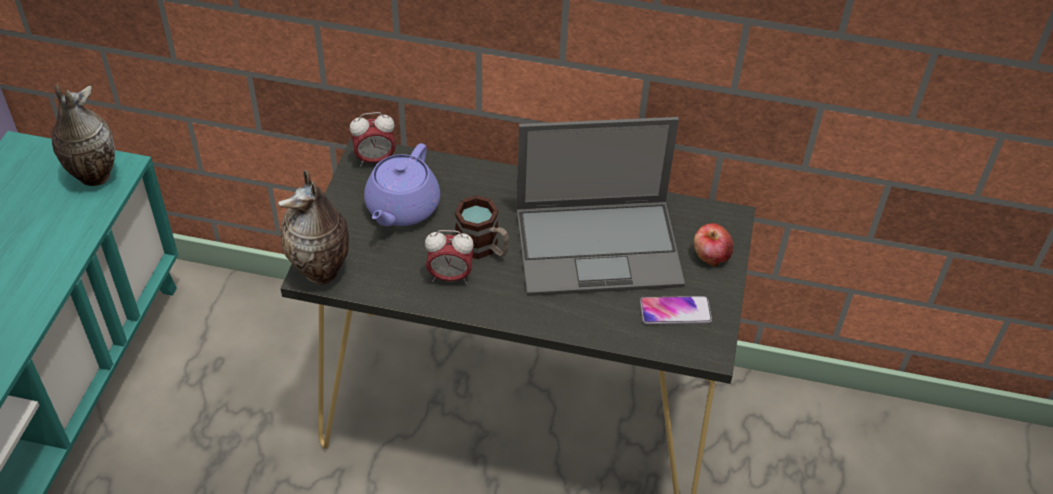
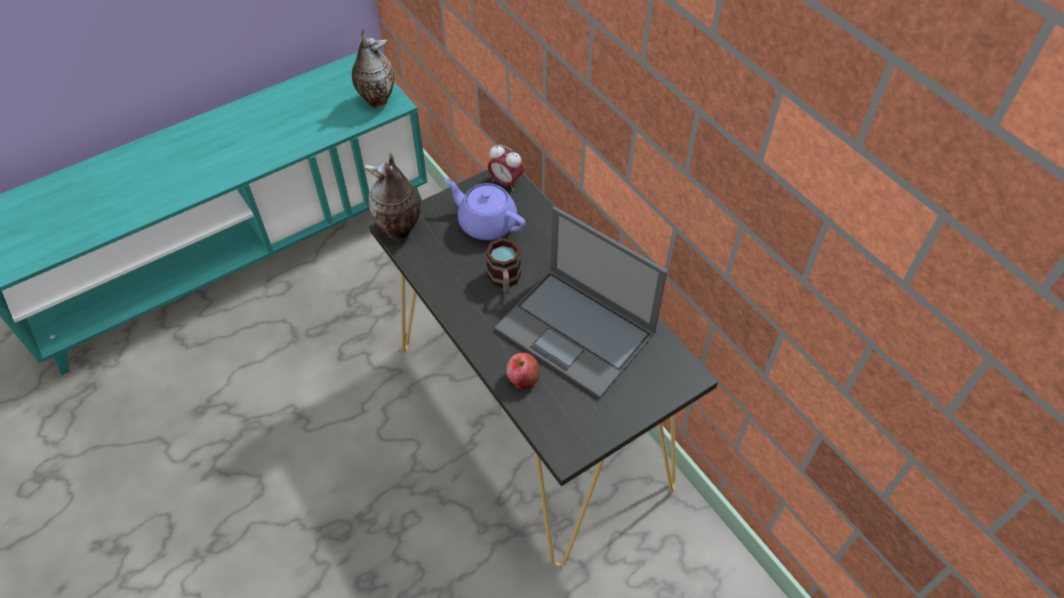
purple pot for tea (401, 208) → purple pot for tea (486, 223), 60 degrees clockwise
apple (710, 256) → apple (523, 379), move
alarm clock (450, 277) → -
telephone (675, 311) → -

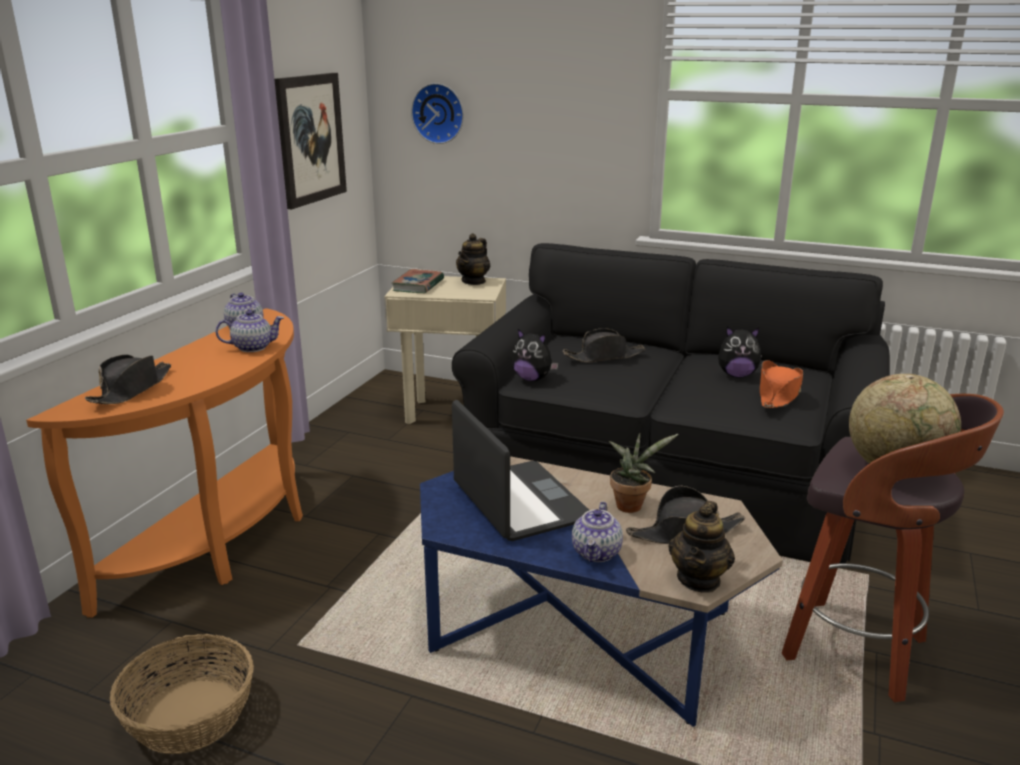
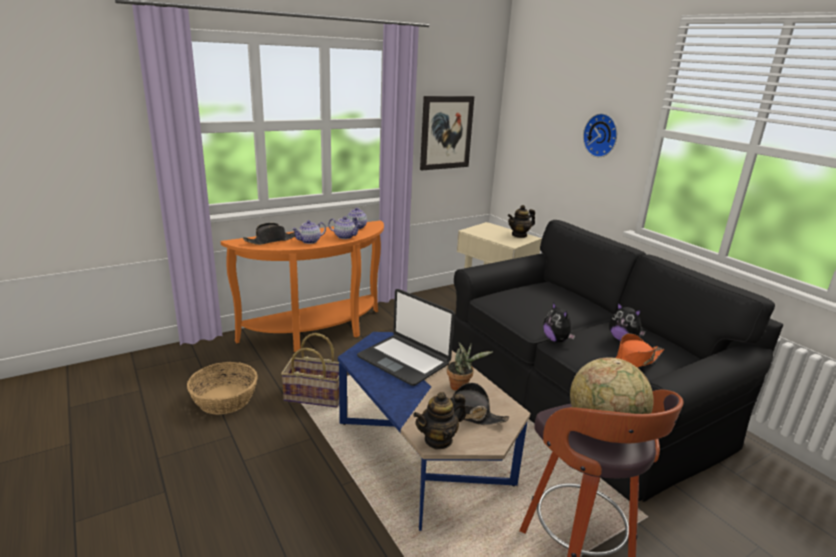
hanging clock (439, 113) → hanging clock (602, 135), move
bound book (418, 285) → -
cuddly toy (532, 379) → cuddly toy (556, 340), move
blackish wearable hat (604, 356) → -
notebook computer (519, 503) → notebook computer (404, 360), 120 degrees clockwise
pot for tea (597, 553) → pot for tea (309, 241), move
- → household basket (315, 395)

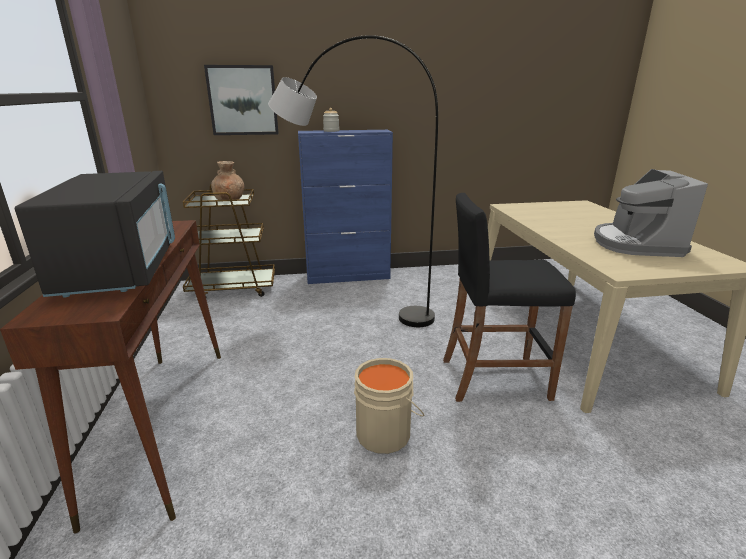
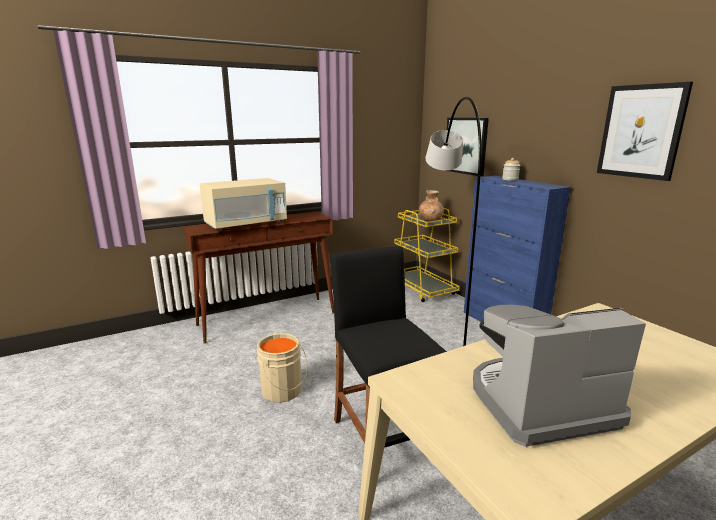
blackish microwave (122, 268) → sand-coloured microwave (246, 224)
brown-coloured trolley (233, 288) → yellow-coloured trolley (423, 290)
- → picture (641, 131)

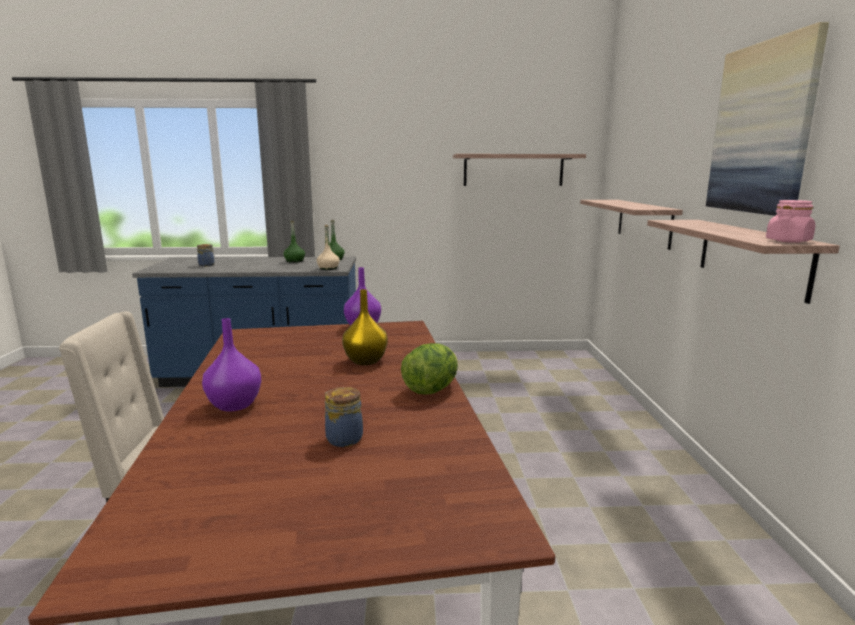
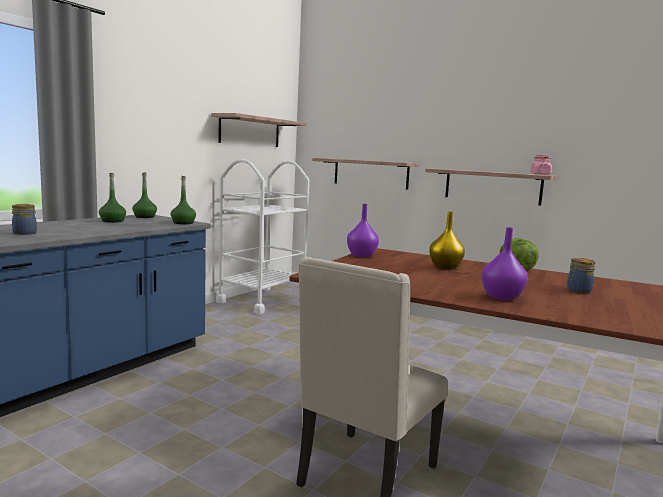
picture (762, 129) → -
sand-coloured beverage bottle (328, 268) → green beverage bottle (183, 223)
- → whitish trolley (262, 300)

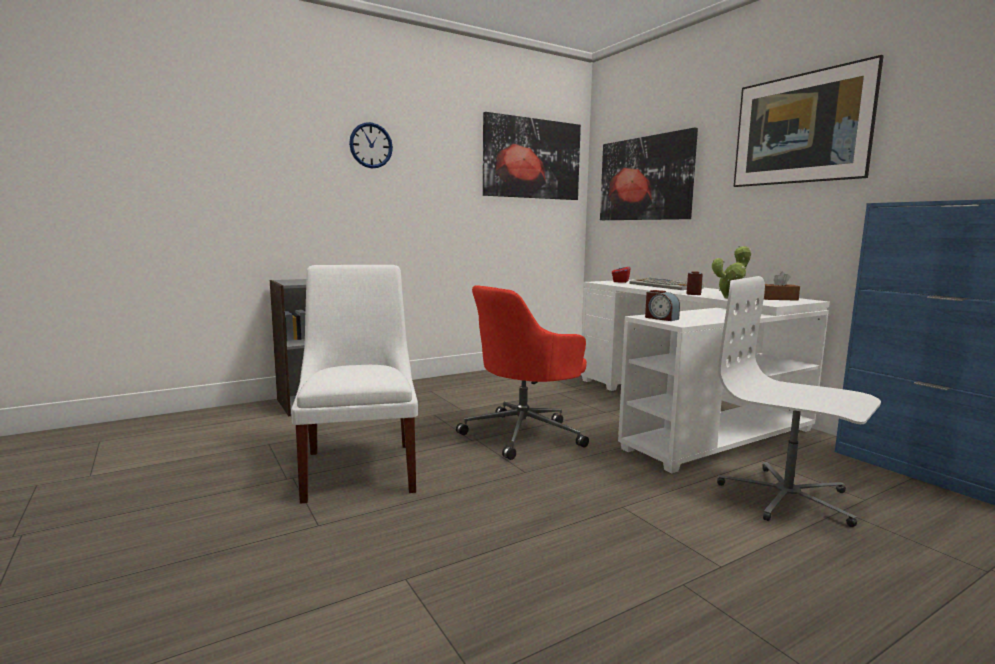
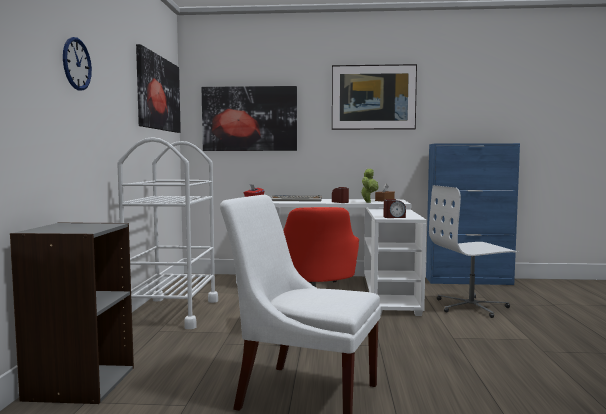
- → whitish trolley (172, 313)

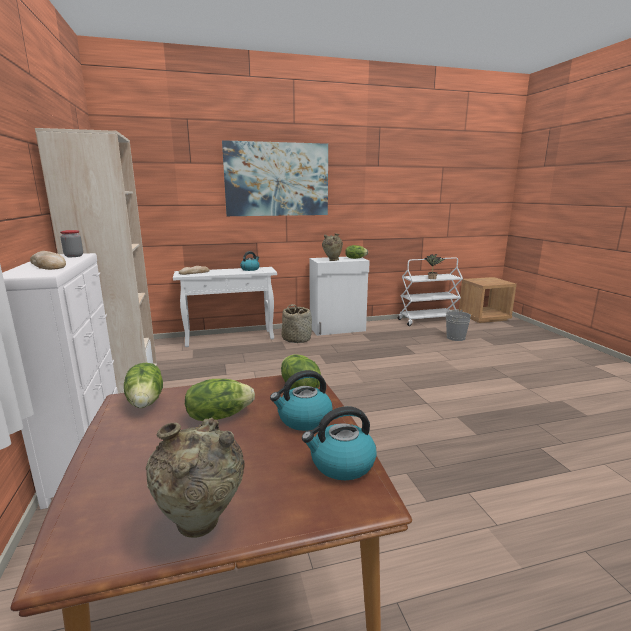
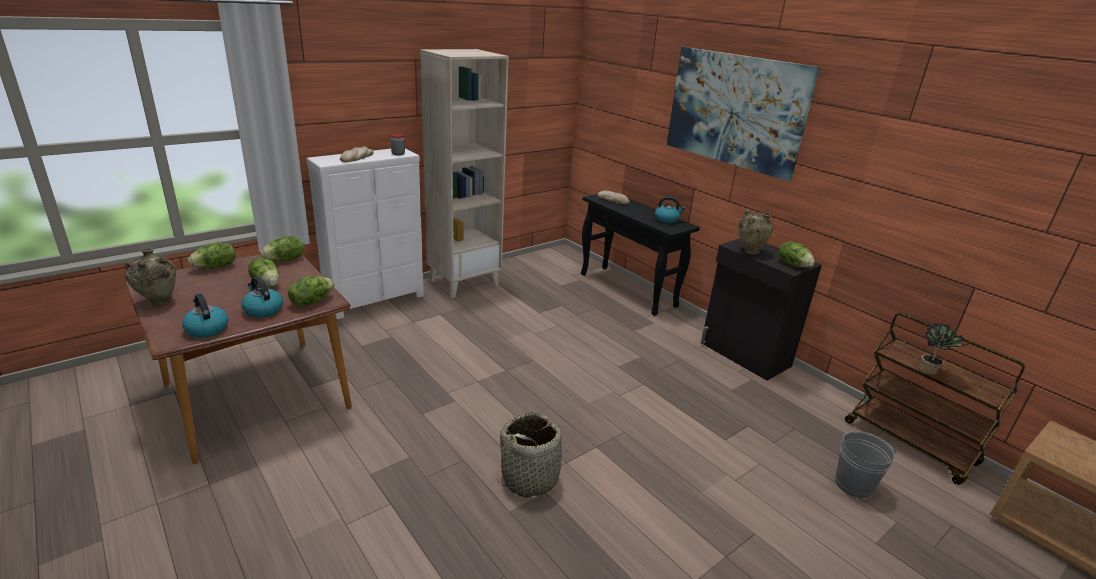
whitish cupboard (338, 329) → blackish cupboard (744, 355)
whitish trolley (428, 320) → brown-coloured trolley (910, 443)
whitish narrow table (230, 338) → blackish narrow table (628, 290)
household basket (296, 339) → household basket (530, 477), move
- → lettuce (216, 267)

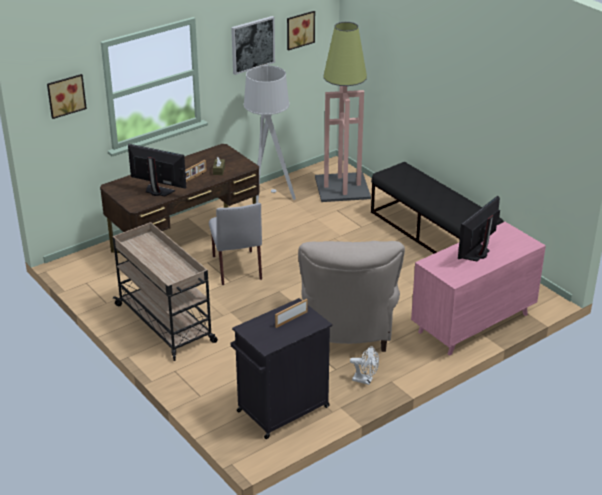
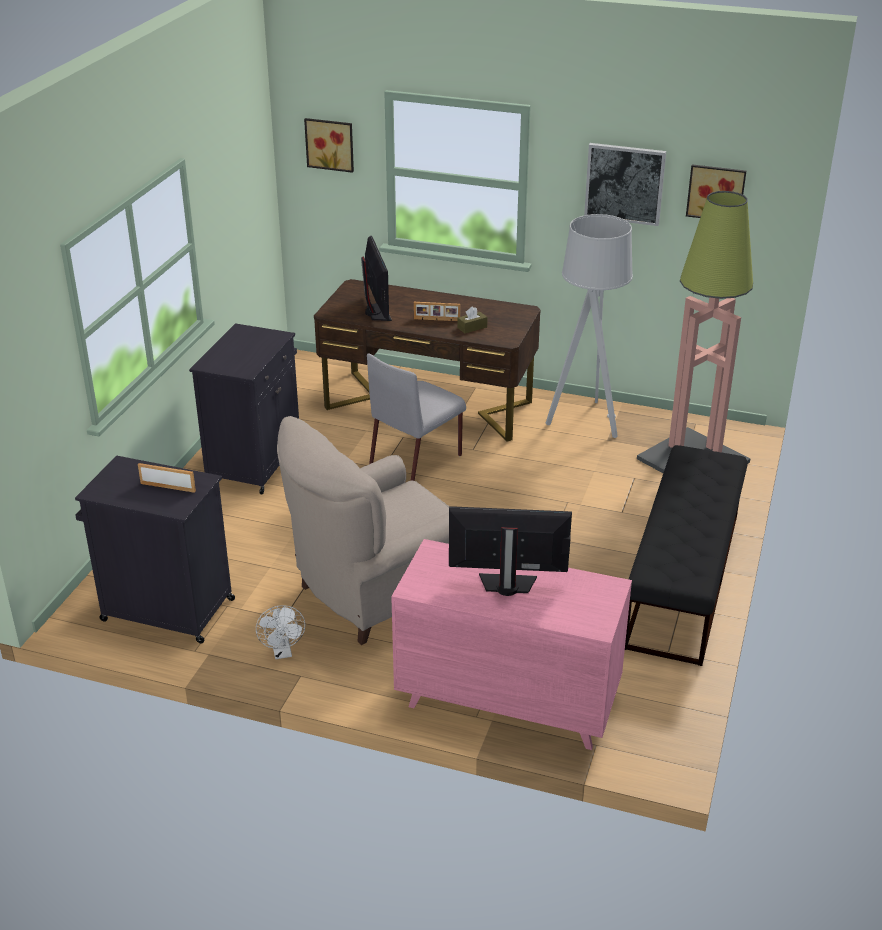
sand-coloured trolley (166, 324) → blackish cupboard (255, 462)

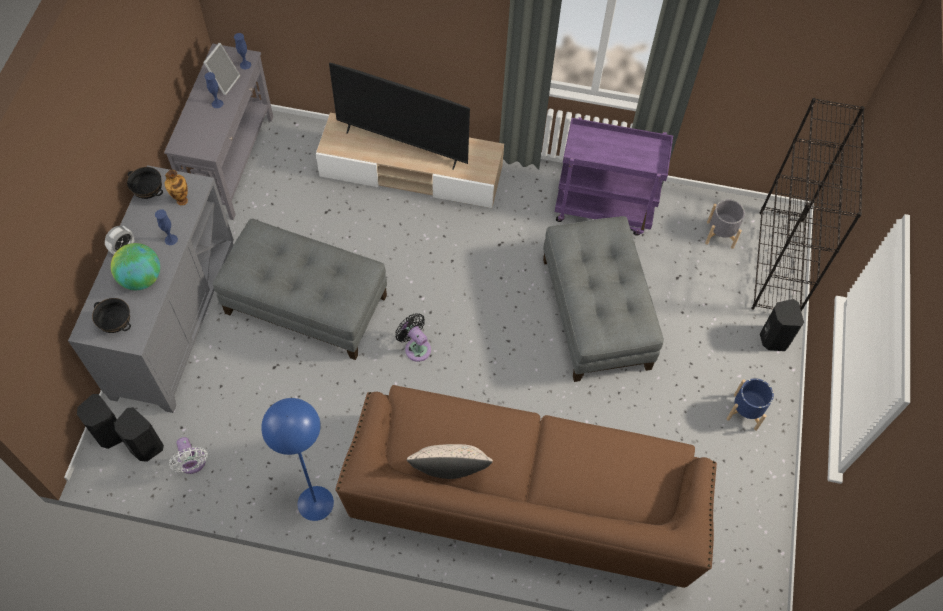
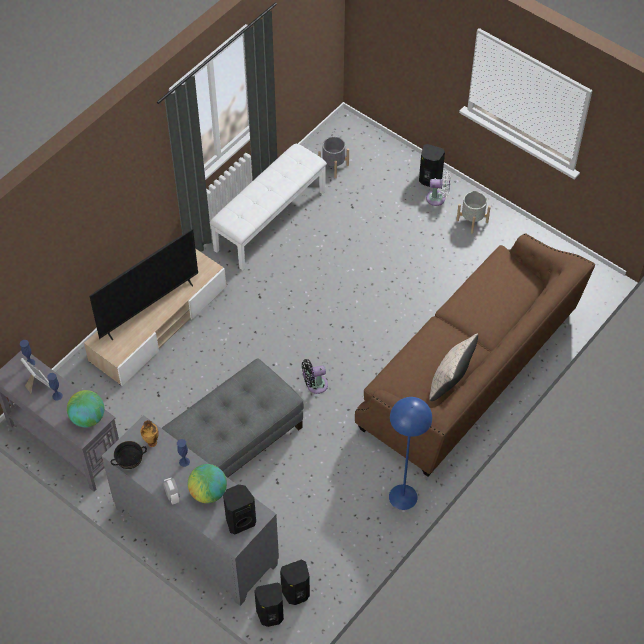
blackish bookcase (778, 264) → -
purple trolley (604, 208) → whitish long seat (269, 220)
grey ottoman (596, 313) → -
blackish serving bowl (117, 324) → blackish audio speaker (240, 521)
blue flower pot (745, 412) → grey flower pot (472, 221)
whitish electric fan (192, 463) → whitish electric fan (438, 198), move
- → world globe (88, 418)

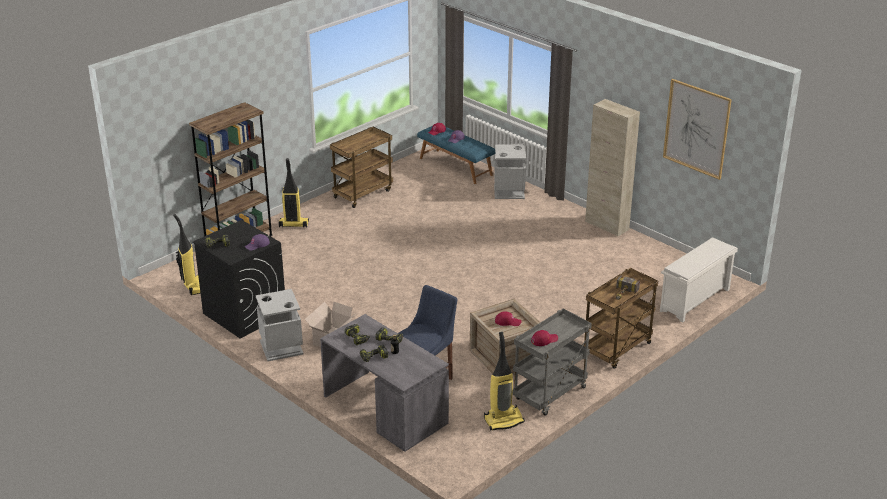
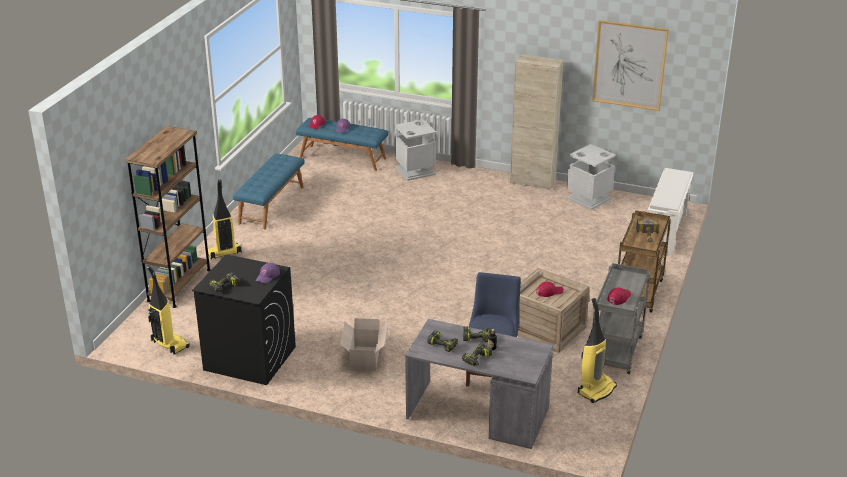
brown-coloured trolley (363, 193) → blue long seat (271, 205)
grey rubbish bin (281, 347) → grey rubbish bin (588, 198), move

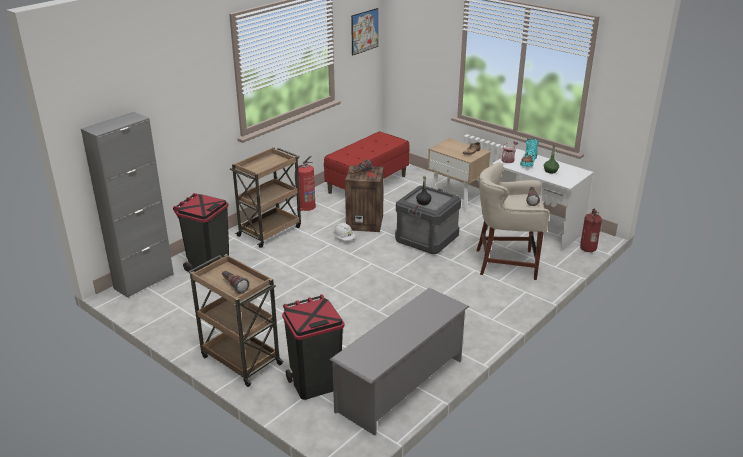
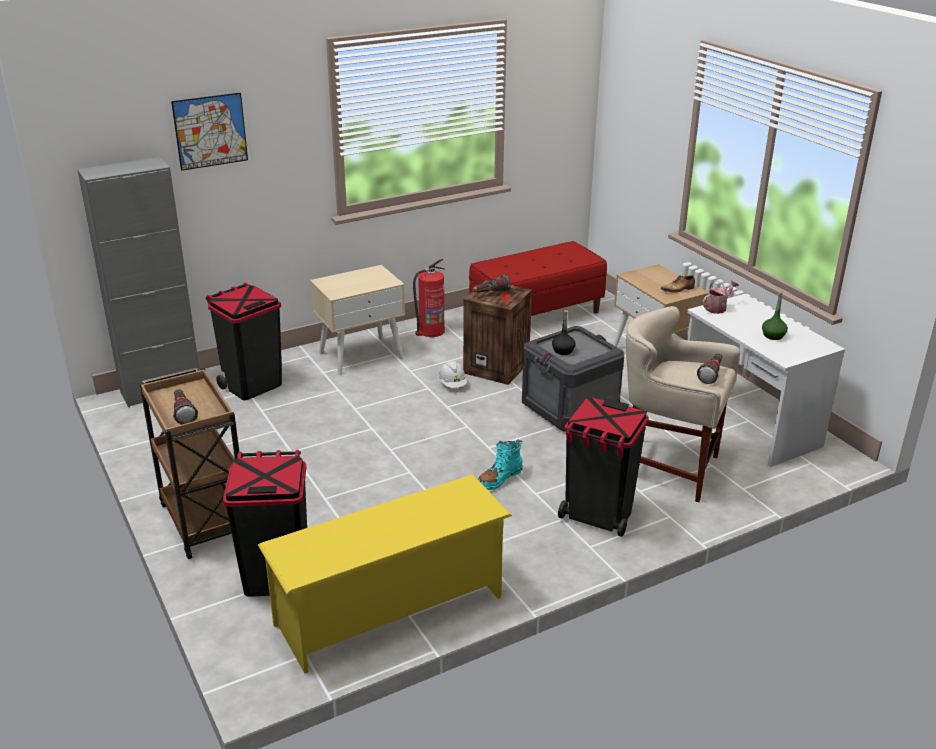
picture (364, 31) → picture (210, 131), move
blue-green tall boot (528, 162) → blue-green tall boot (499, 479), move
brown-coloured trolley (270, 231) → sand-coloured bedside table (361, 355)
extinguisher (588, 248) → -
grey shoe stand (401, 385) → yellow-coloured shoe stand (390, 610)
- → blackish rubbish bin (598, 516)

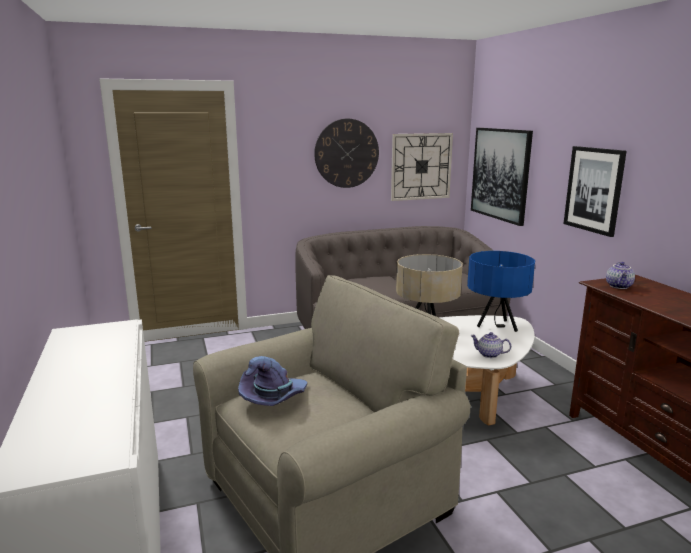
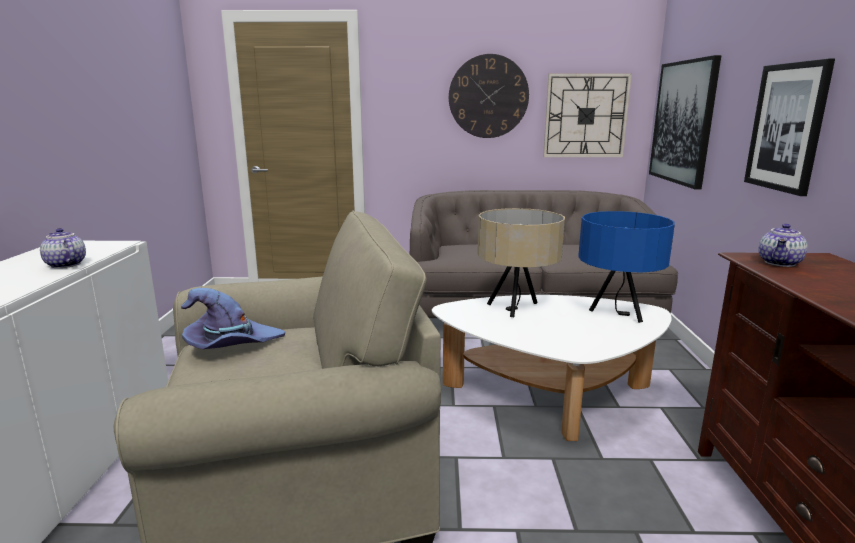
pot for tea (489, 355) → pot for tea (64, 265), move

